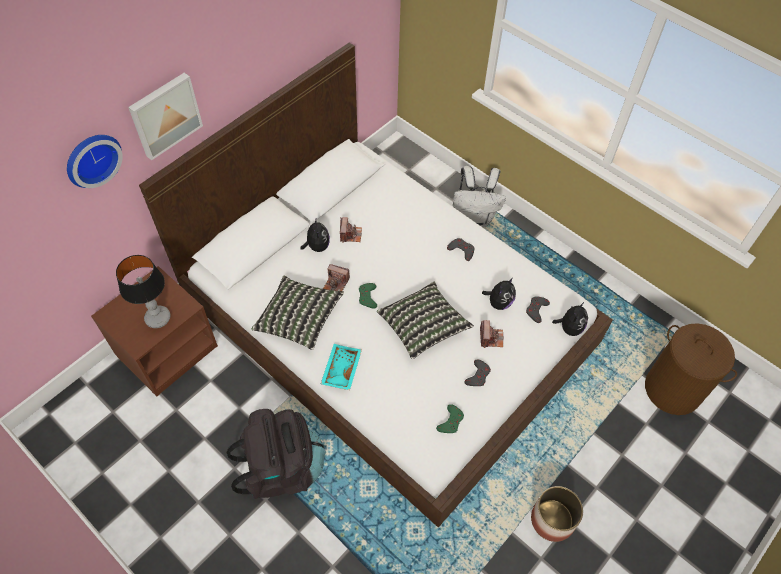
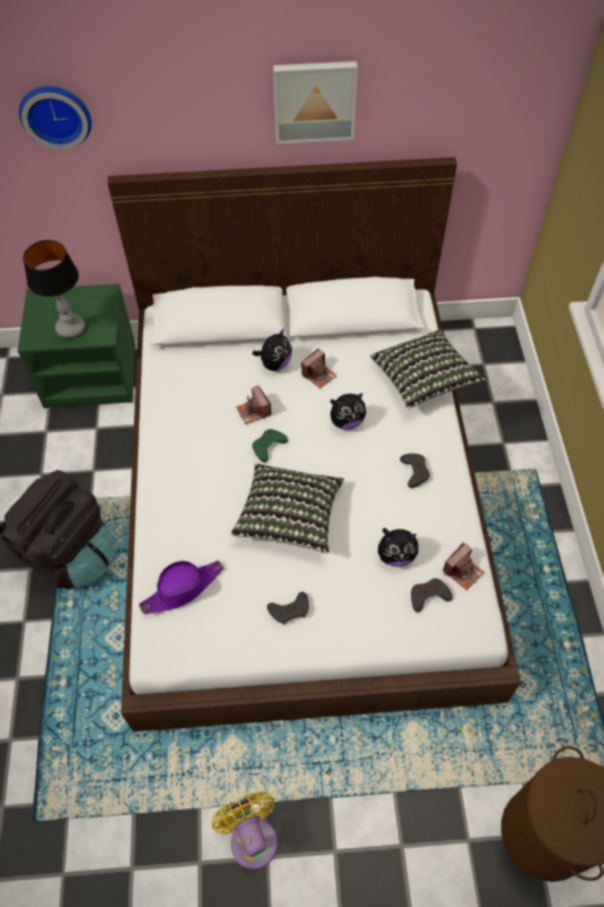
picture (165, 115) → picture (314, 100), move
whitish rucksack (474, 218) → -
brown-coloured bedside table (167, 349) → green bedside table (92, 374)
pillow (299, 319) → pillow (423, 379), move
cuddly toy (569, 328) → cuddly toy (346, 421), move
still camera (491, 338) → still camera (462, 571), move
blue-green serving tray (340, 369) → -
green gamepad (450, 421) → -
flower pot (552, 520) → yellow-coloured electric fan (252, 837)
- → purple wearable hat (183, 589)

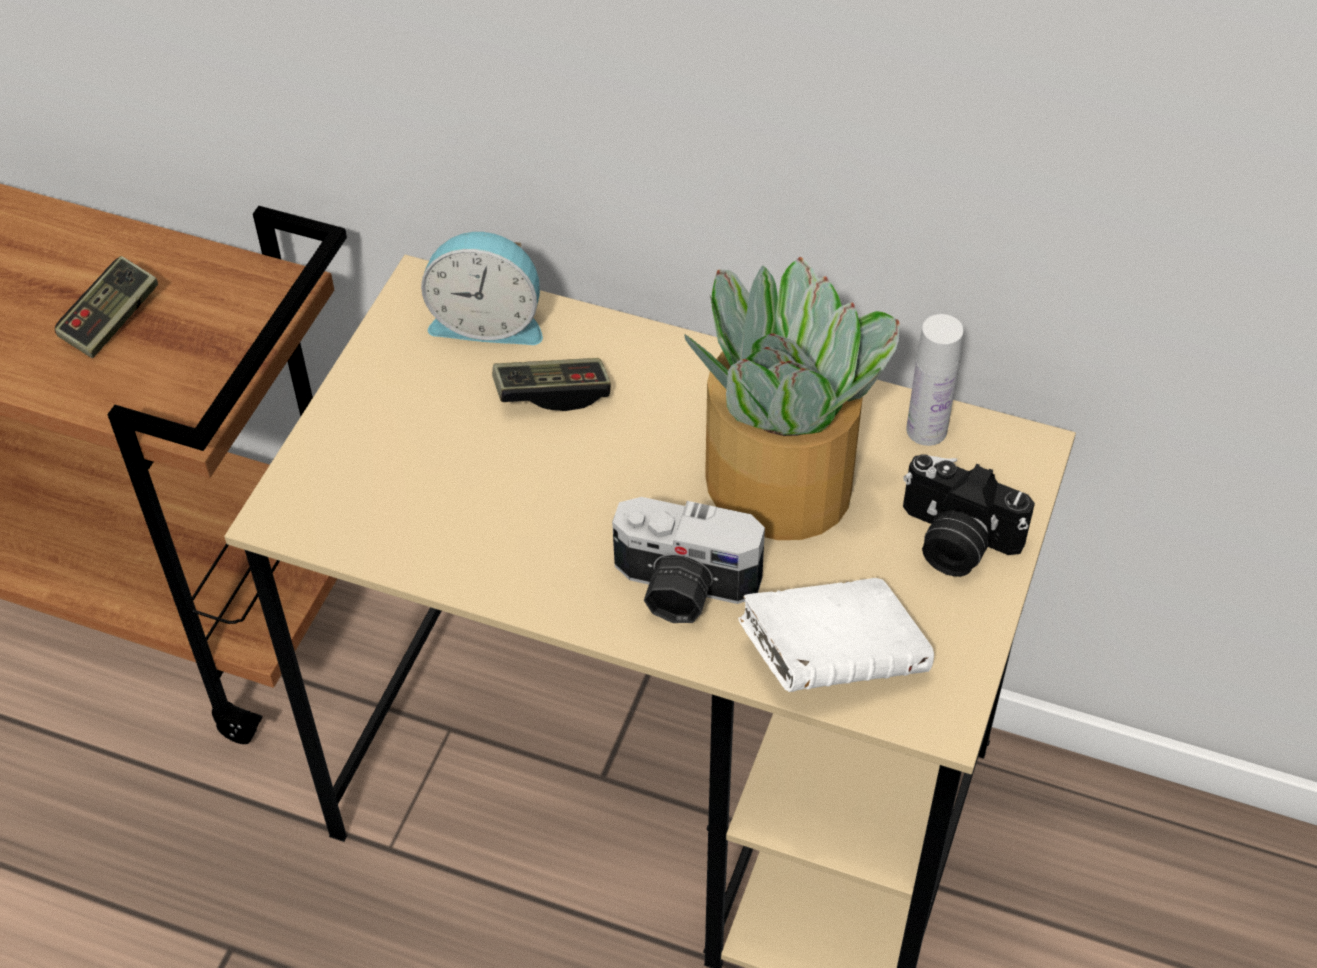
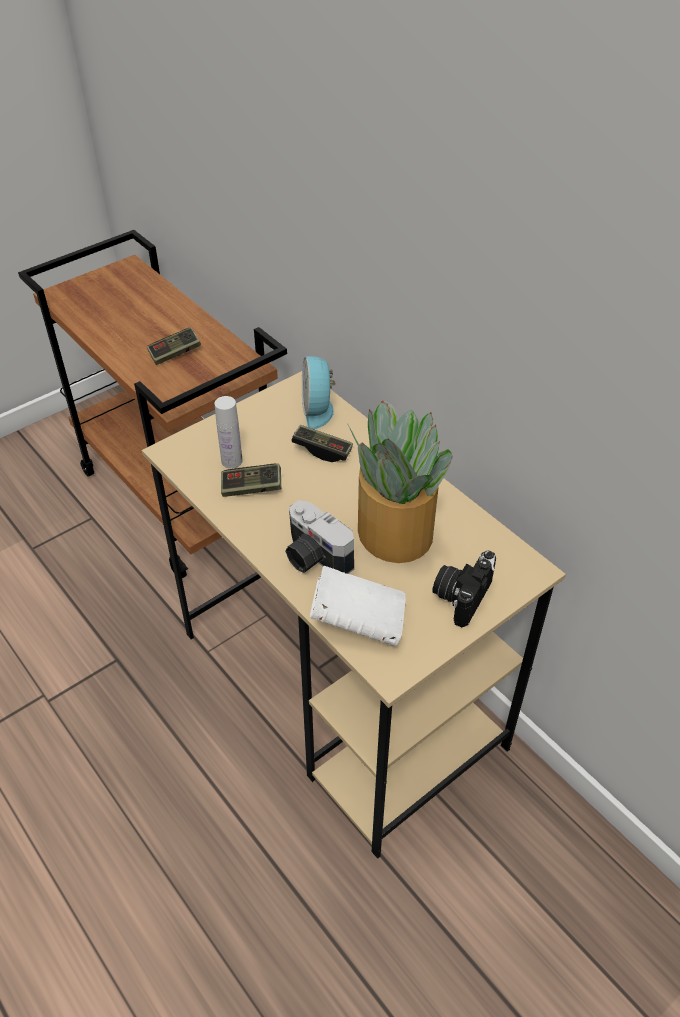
alarm clock (488, 321) → alarm clock (318, 409), 45 degrees clockwise
whitish beverage bottle (926, 430) → whitish beverage bottle (232, 461), move
still camera (954, 541) → still camera (461, 596), 60 degrees clockwise
- → gamepad (251, 488)

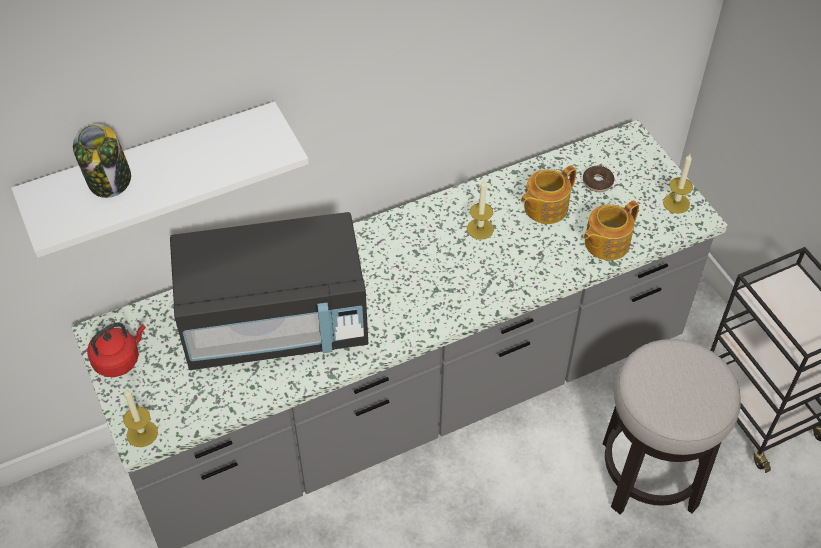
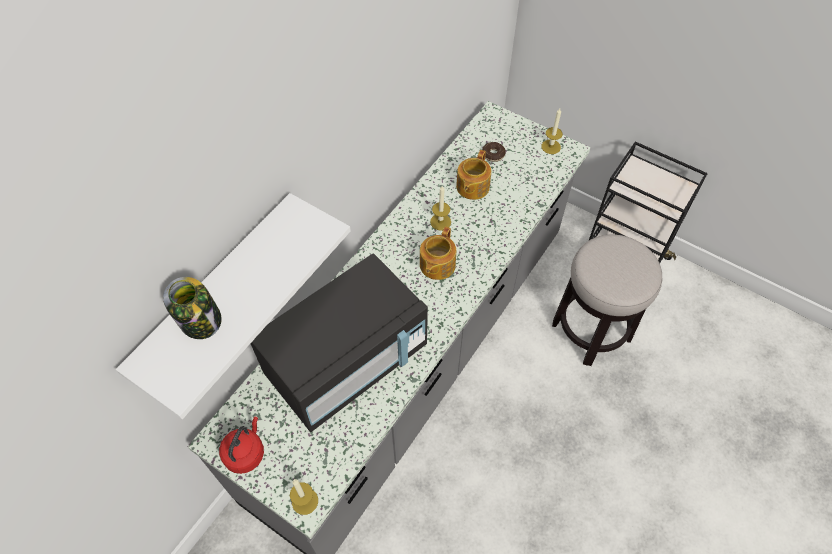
pot for tea (605, 243) → pot for tea (436, 265), move

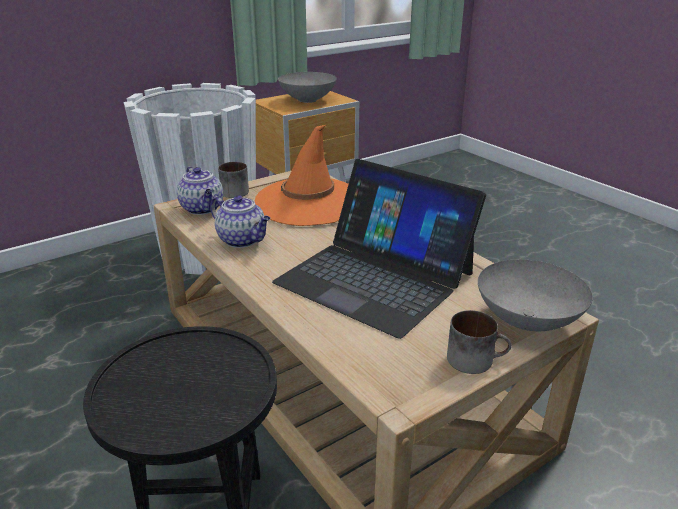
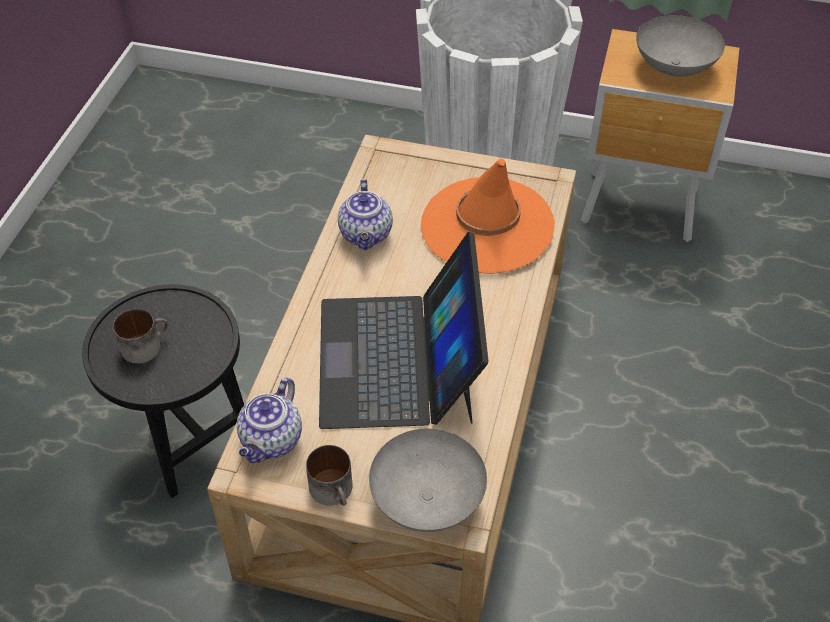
tea mug (235, 191) → tea mug (145, 345), move
pot for tea (203, 209) → pot for tea (271, 441), move

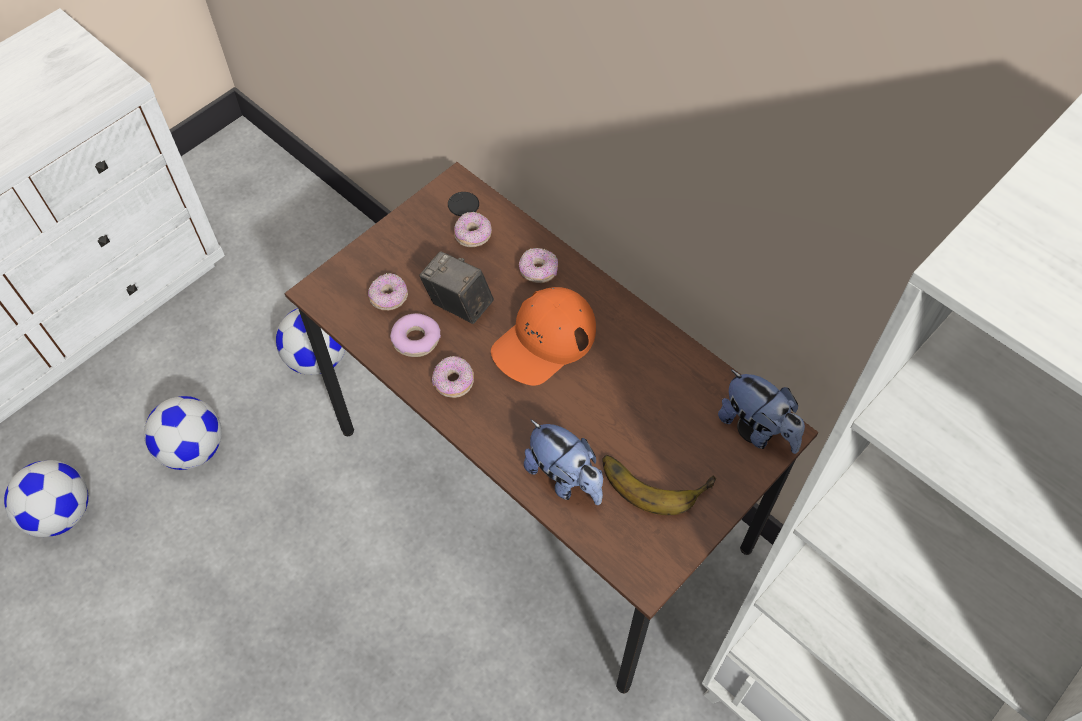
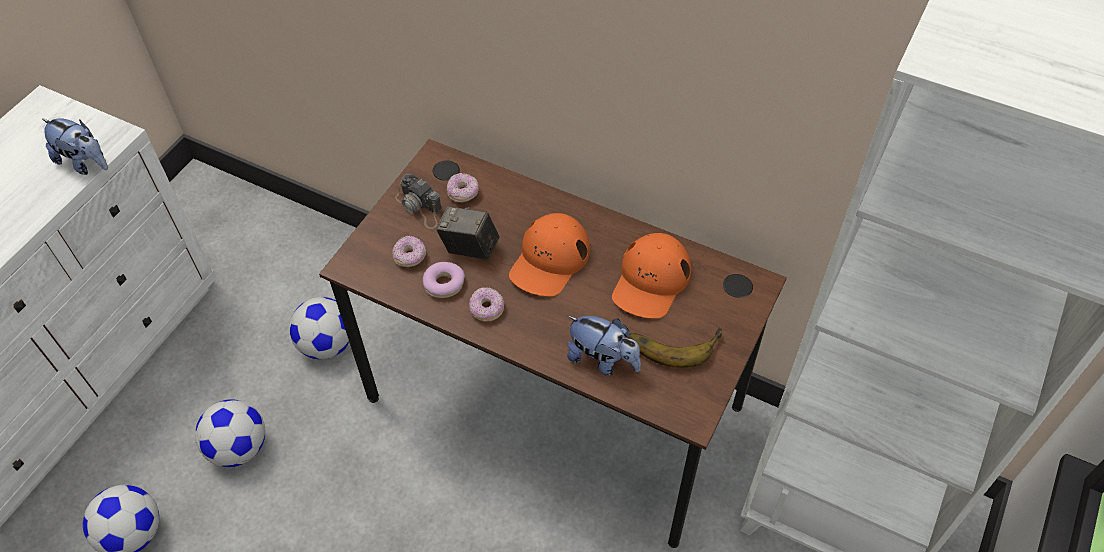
ring doughnut (538, 271) → -
cuddly toy (757, 428) → cuddly toy (85, 163), move
- → still camera (420, 207)
- → orange baseball cap (651, 281)

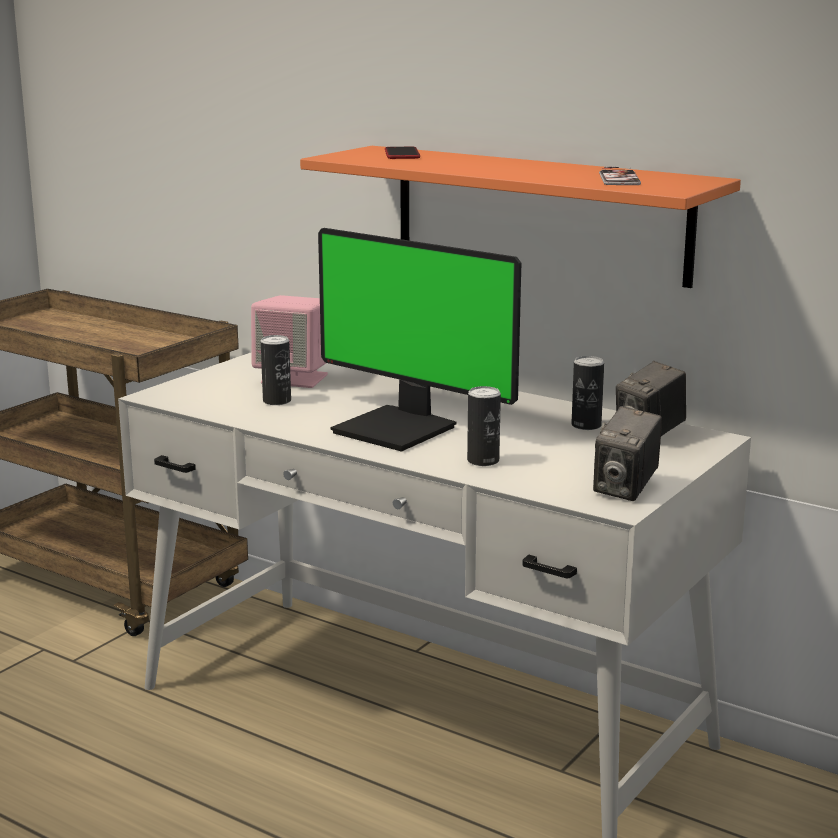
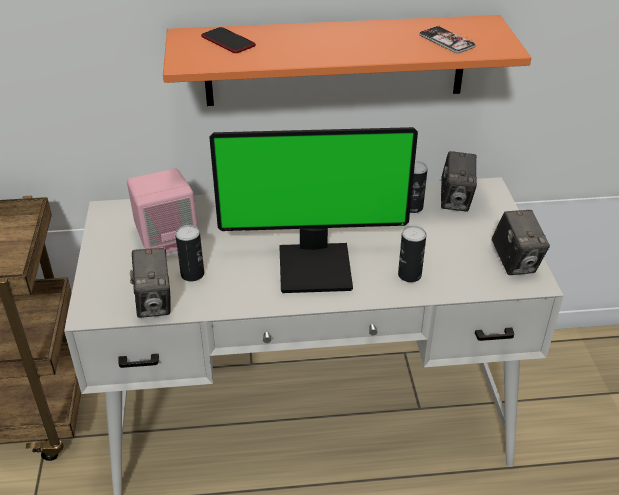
- → still camera (154, 303)

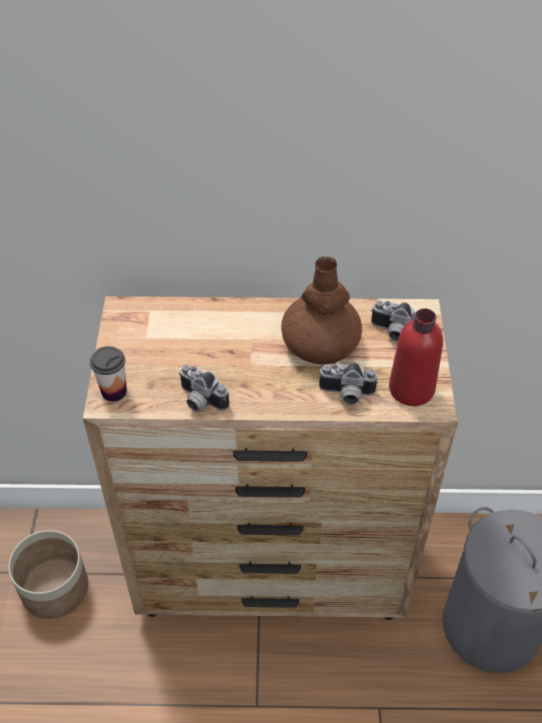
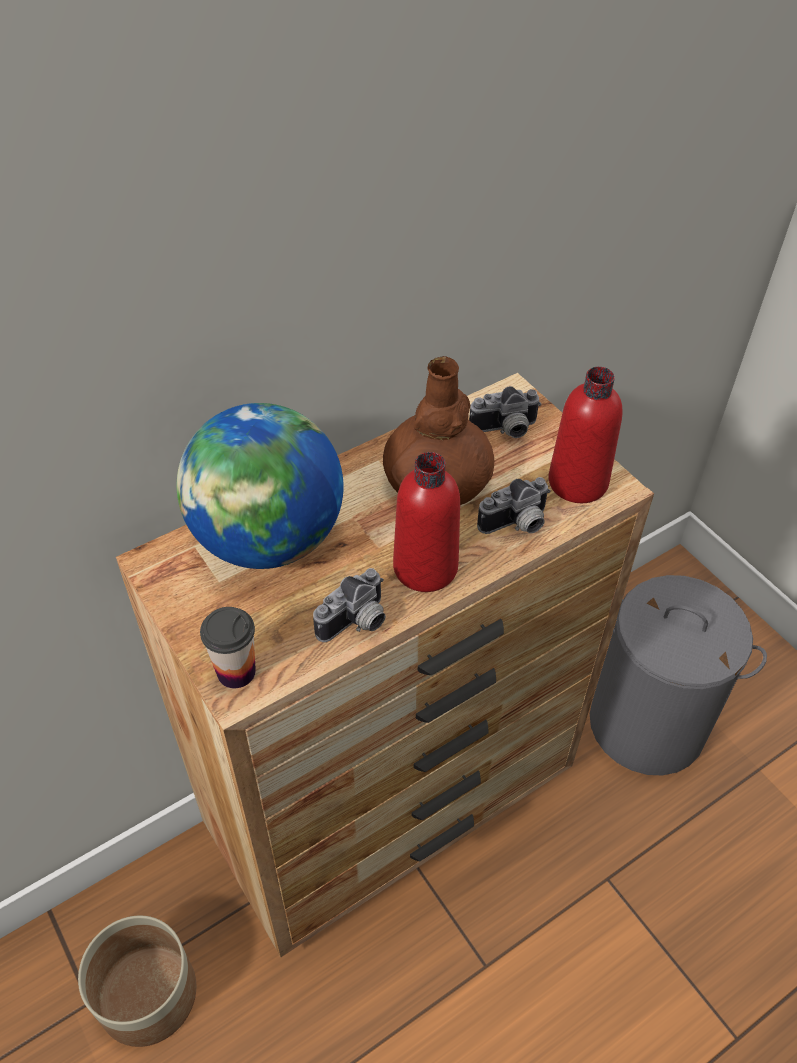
still camera (199, 401) → still camera (357, 623), 45 degrees counterclockwise
- → world globe (268, 540)
- → red-coloured beverage bottle (425, 567)

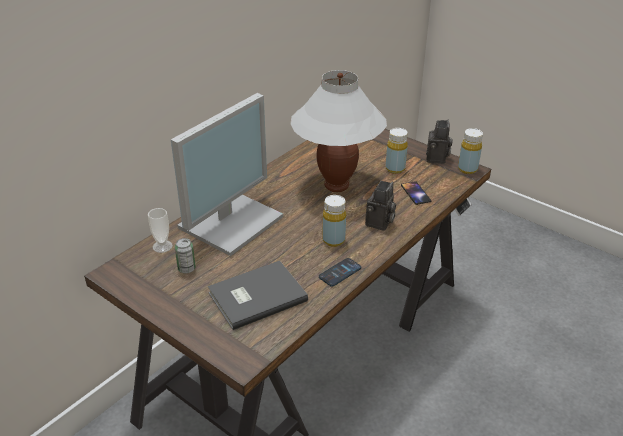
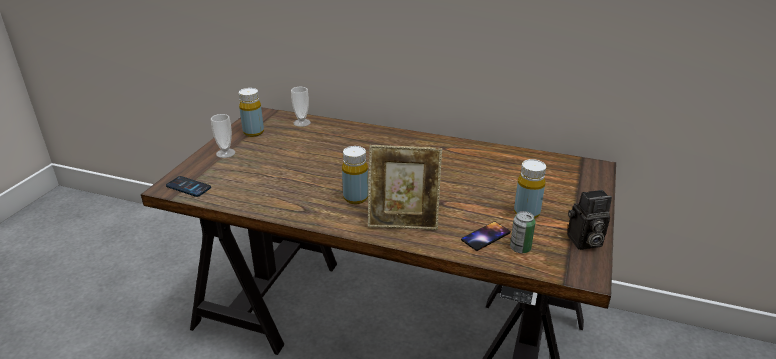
whitish lamp for a table (337, 186) → -
computer display (231, 221) → -
yellow-coloured beverage bottle (467, 169) → yellow-coloured beverage bottle (253, 132), move
still camera (379, 224) → picture frame (403, 221)
sealed can (186, 269) → sealed can (520, 248), move
telephone (340, 272) → telephone (188, 187), move
grey bound book (255, 296) → -
- → drinking cup (225, 153)

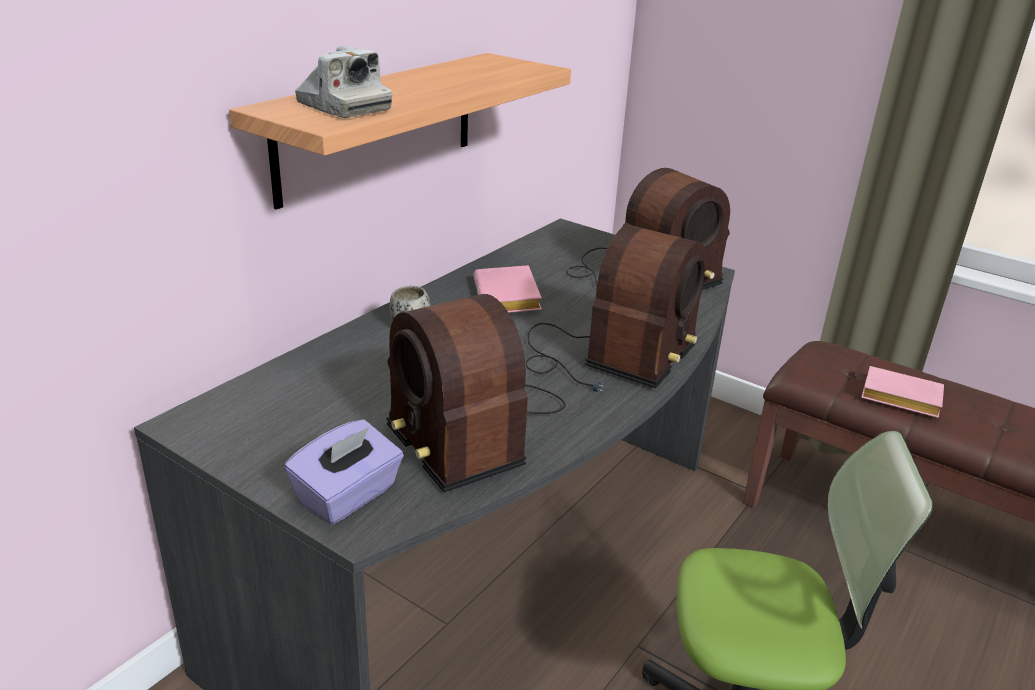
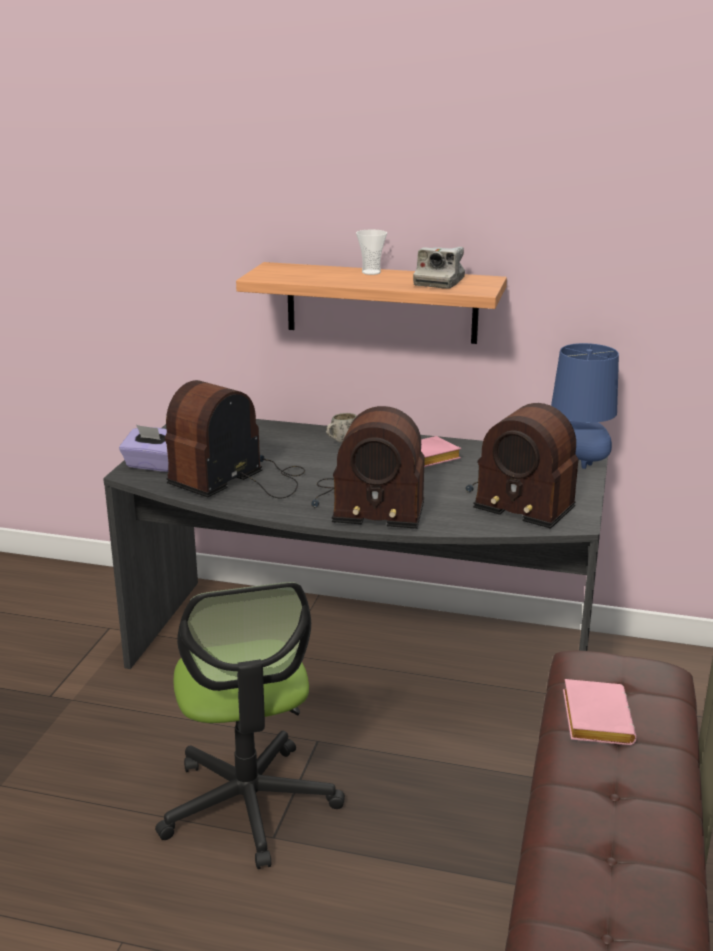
still camera (343, 107) → still camera (439, 282), move
- → drinking cup (371, 272)
- → blue lamp for a table (578, 463)

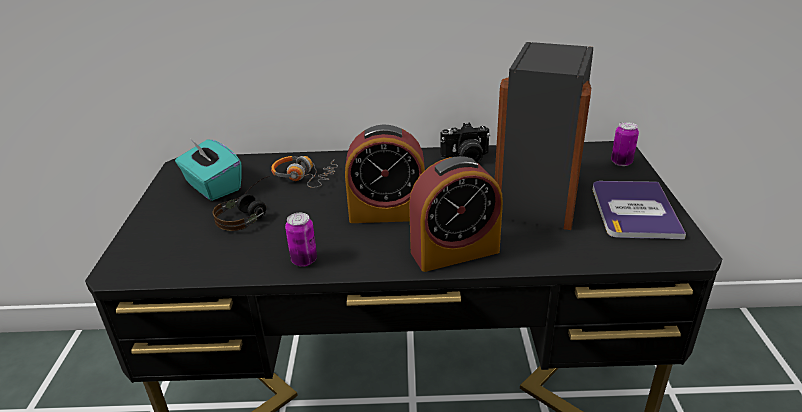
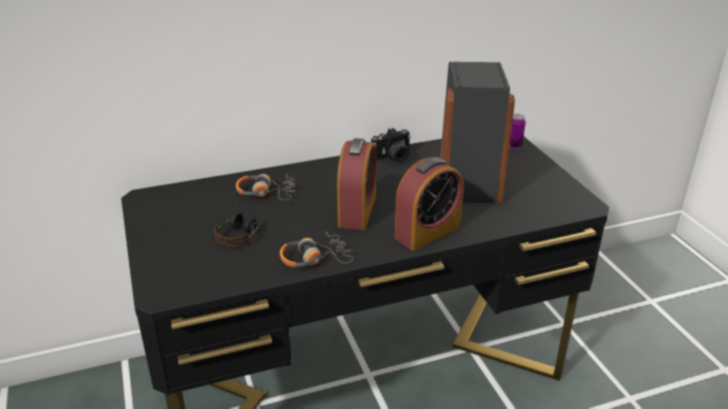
alarm clock (387, 213) → alarm clock (357, 211), 60 degrees counterclockwise
blue-green box of tissues (212, 187) → -
bound book (634, 210) → -
sealed can (304, 260) → headphones (314, 258)

